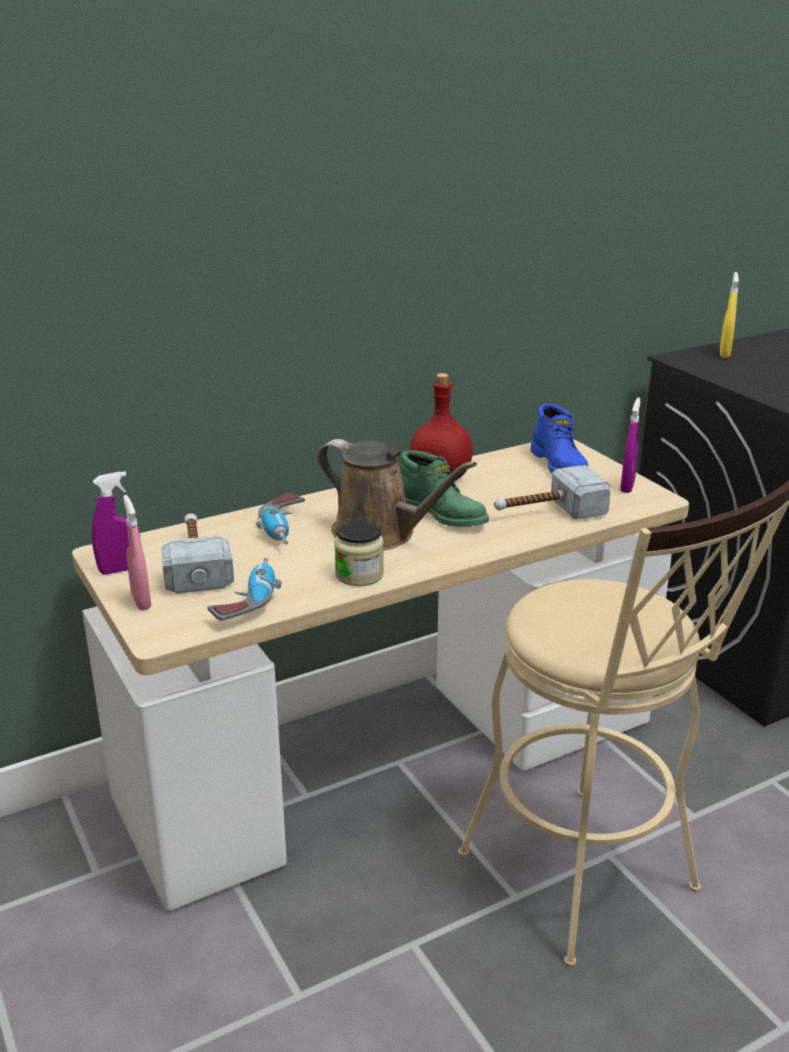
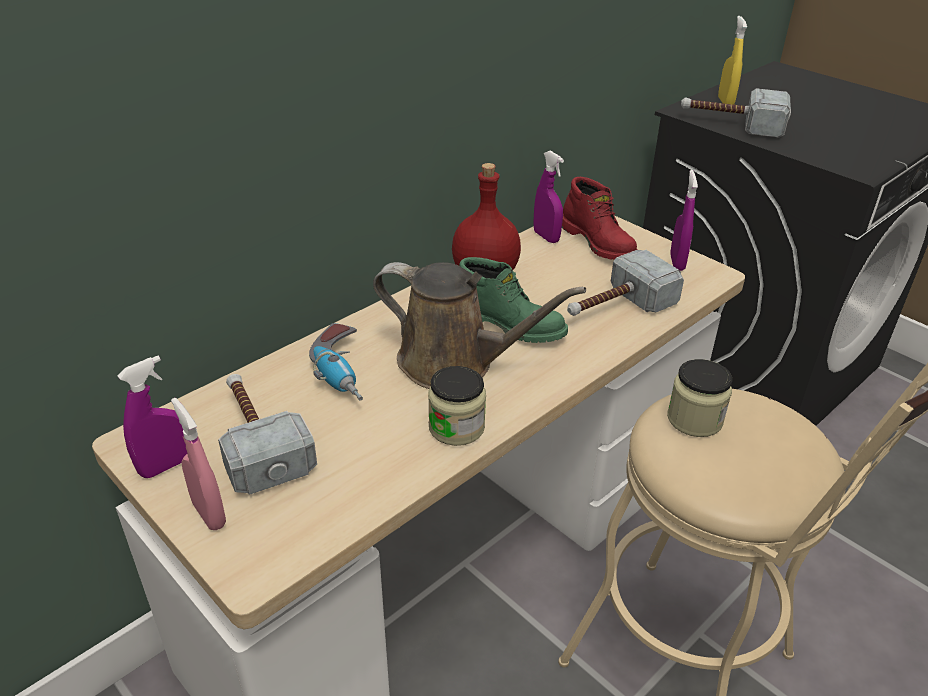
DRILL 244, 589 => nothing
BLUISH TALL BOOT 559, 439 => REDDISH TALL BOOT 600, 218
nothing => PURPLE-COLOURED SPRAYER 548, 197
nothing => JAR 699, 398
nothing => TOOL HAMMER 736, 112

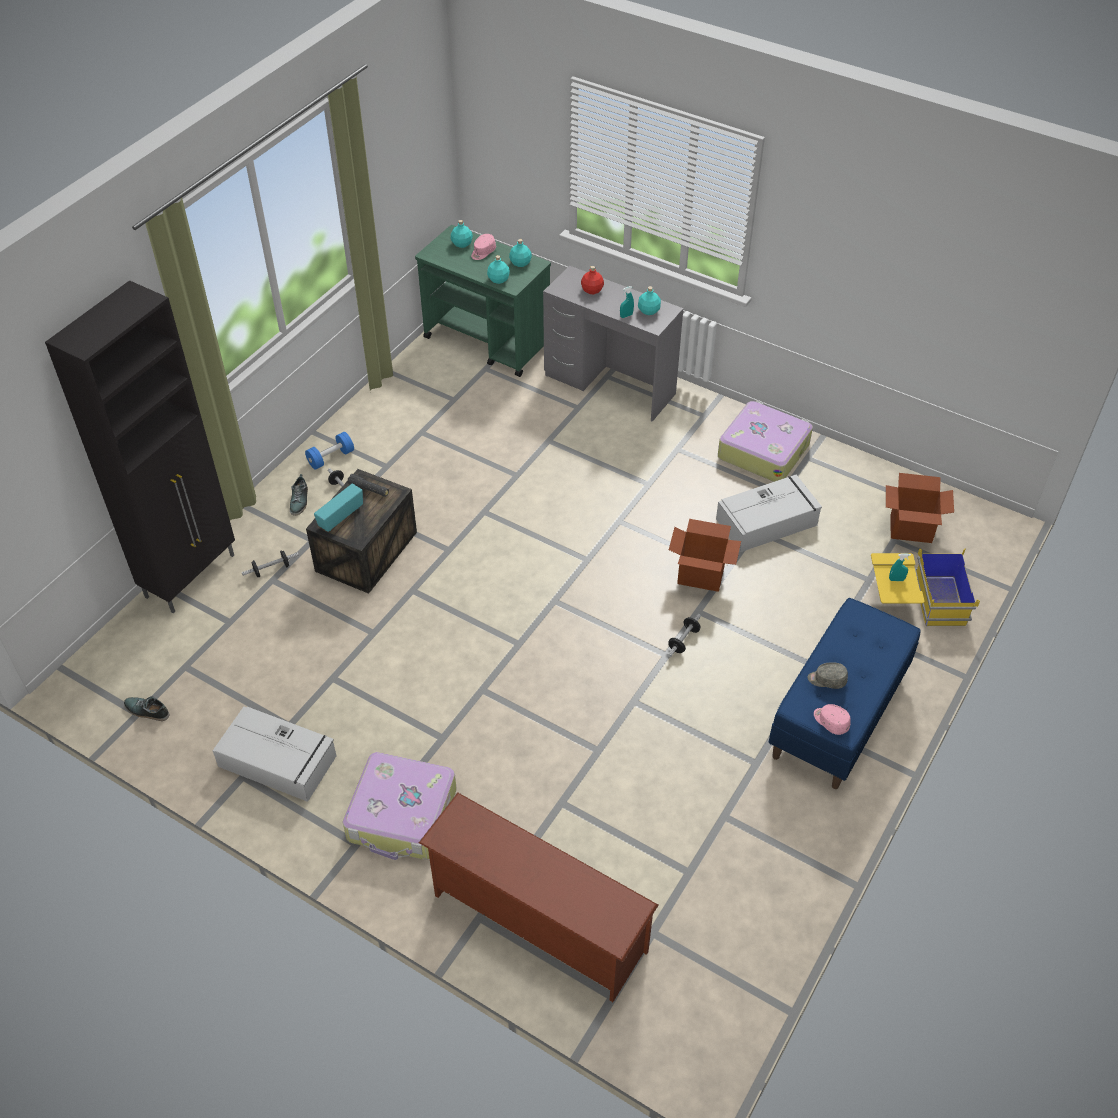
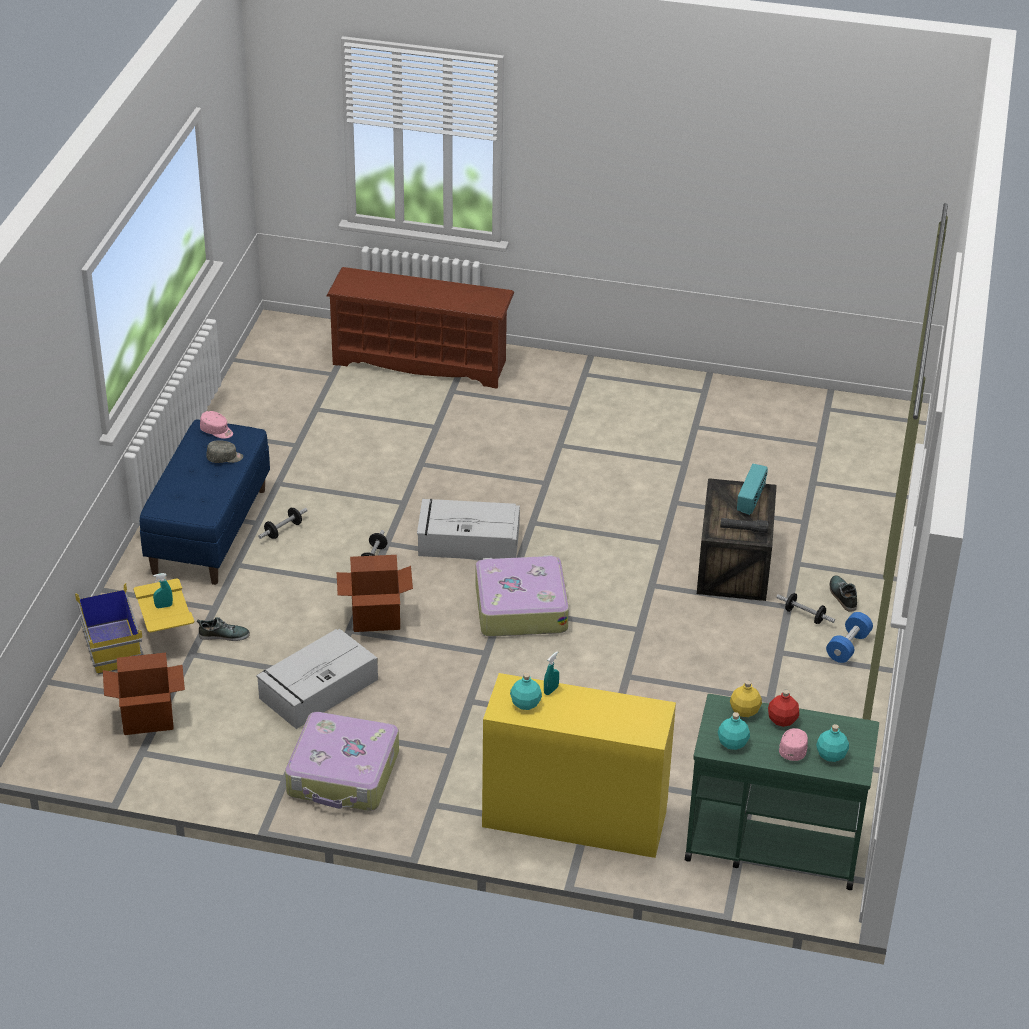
BLACK-COLOURED CUPBOARD 140, 446 => nothing
SHOE 147, 708 => SHOE 223, 629, shifted
GREY STORAGE CONTAINER 274, 754 => GREY STORAGE CONTAINER 468, 529, shifted
DUMBBELL 270, 563 => DUMBBELL 283, 523, shifted
PIECE OF LUGGAGE 400, 806 => PIECE OF LUGGAGE 522, 596, shifted
TURQUOISE DRINK BOTTLE 498, 269 => YELLOW DRINK BOTTLE 746, 698
GREY DESK TABLE 613, 343 => YELLOW DESK TABLE 579, 765
REDDISH DRINK BOTTLE 592, 280 => REDDISH DRINK BOTTLE 783, 708, shifted

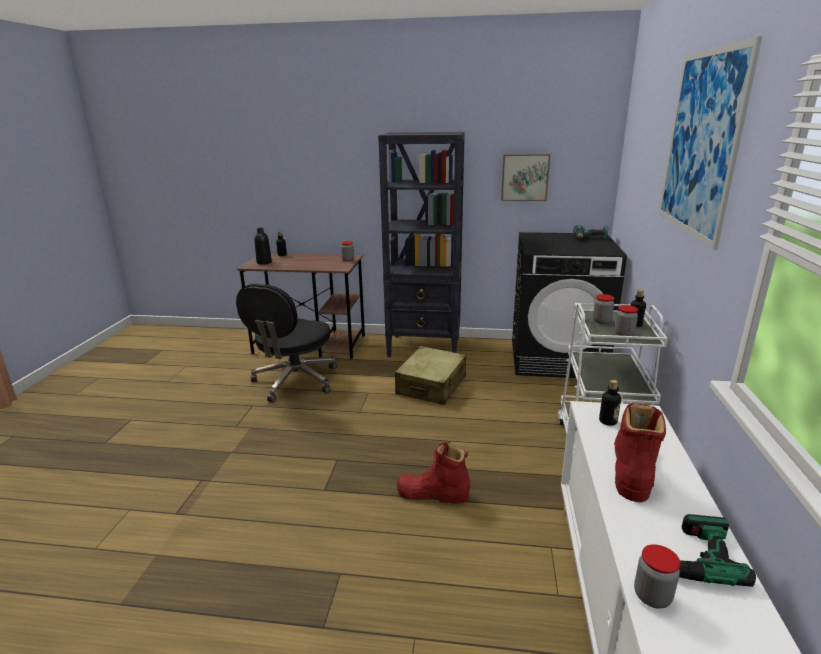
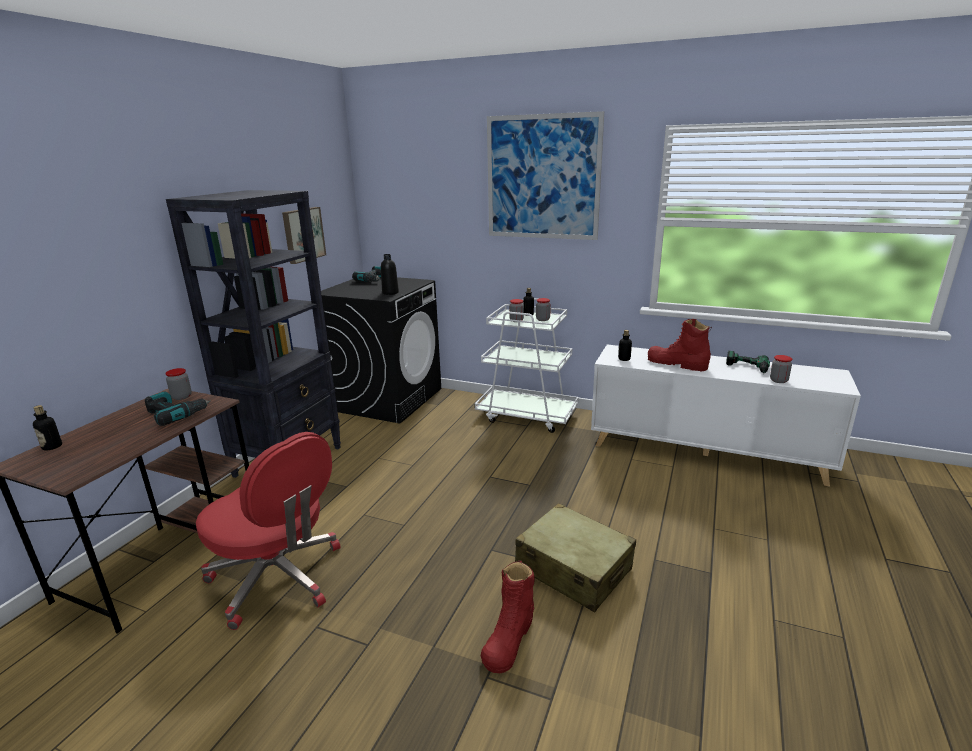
BLACK-COLOURED OFFICE CHAIR 286, 343 => REDDISH OFFICE CHAIR 268, 531
BLACK-COLOURED DRINK BOTTLE 263, 246 => BLACK-COLOURED DRINK BOTTLE 390, 274, shifted
SAND-COLOURED PIECE OF LUGGAGE 430, 375 => SAND-COLOURED PIECE OF LUGGAGE 575, 558, shifted
REDDISH TALL BOOT 433, 473 => REDDISH TALL BOOT 508, 616, shifted
nothing => DRILL 178, 408

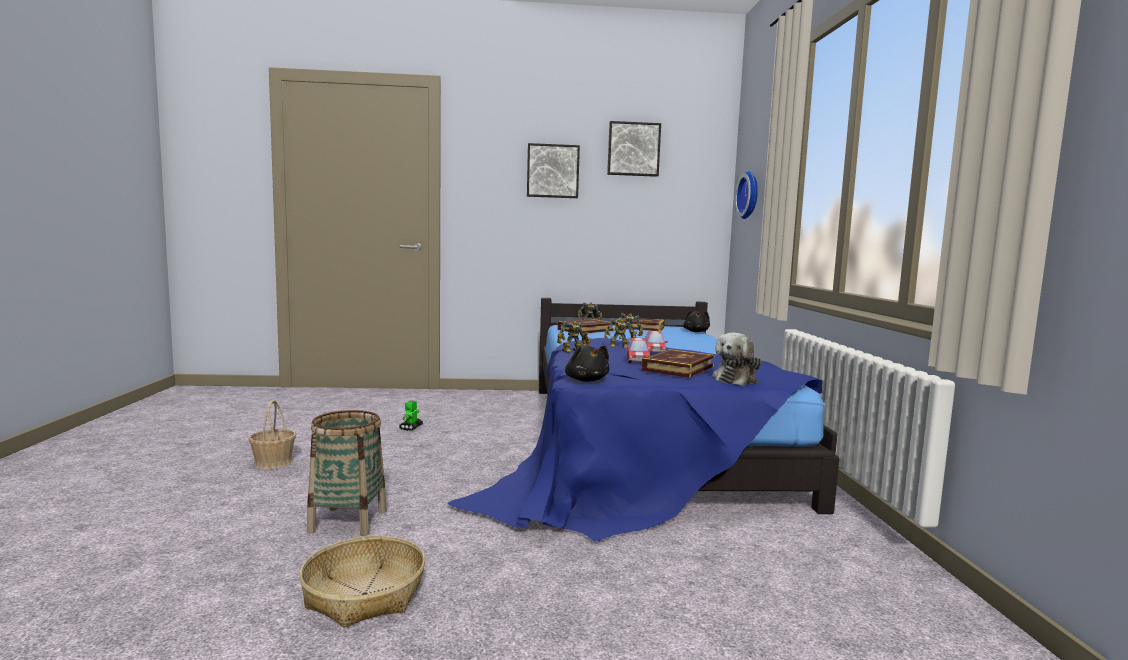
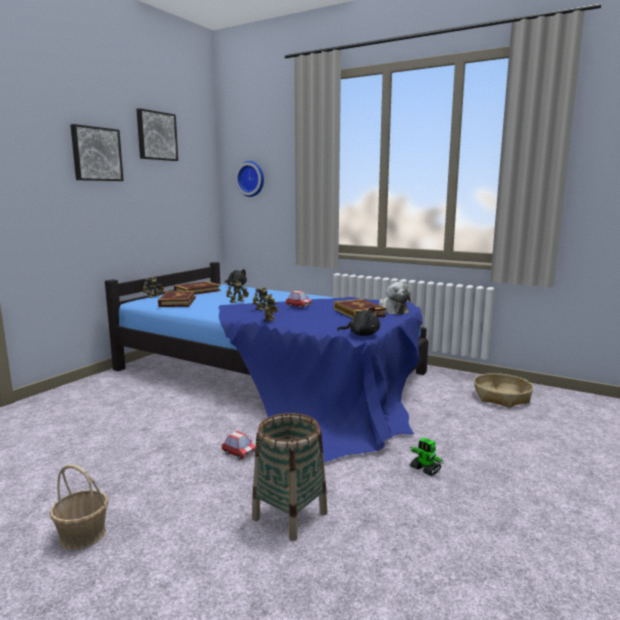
STORAGE BASKET 362, 582 => STORAGE BASKET 504, 390, shifted
MODEL ROBOT 411, 416 => MODEL ROBOT 427, 457, shifted
TOY CAR 639, 350 => TOY CAR 239, 445, shifted

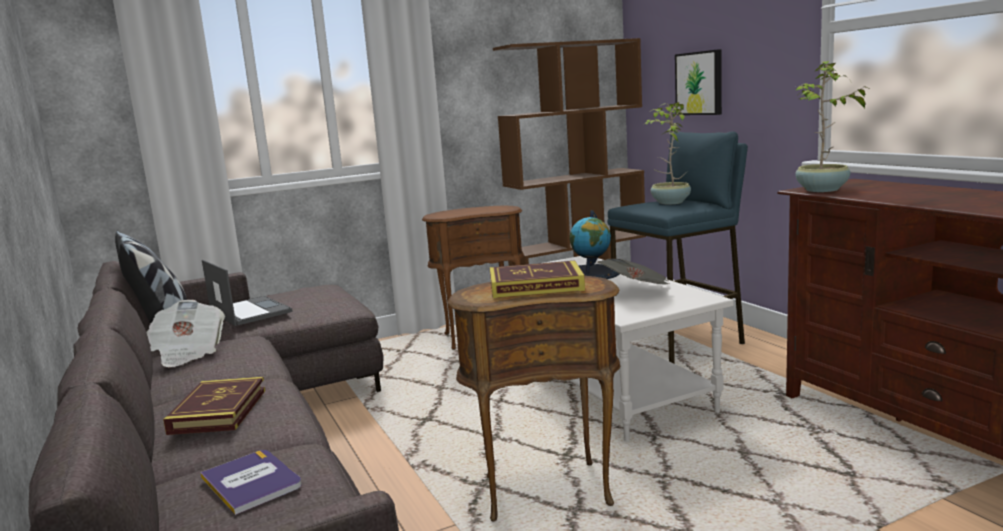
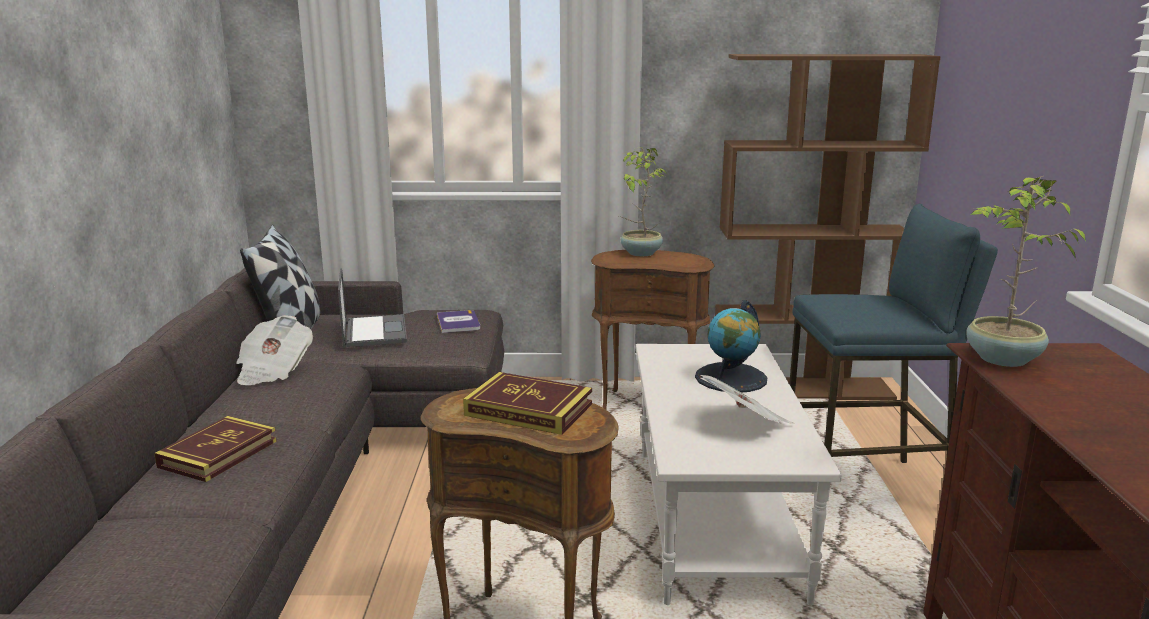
BOUND BOOK 251, 482 => BOUND BOOK 458, 321, shifted
HOUSEPLANT 667, 153 => HOUSEPLANT 643, 201, shifted
WALL ART 698, 82 => nothing

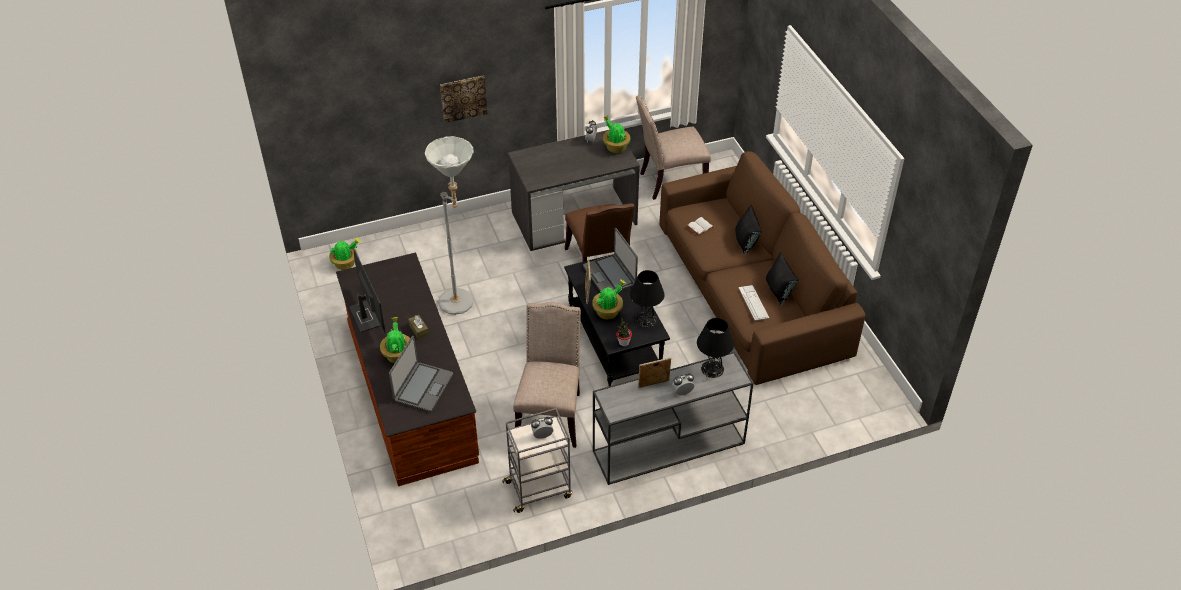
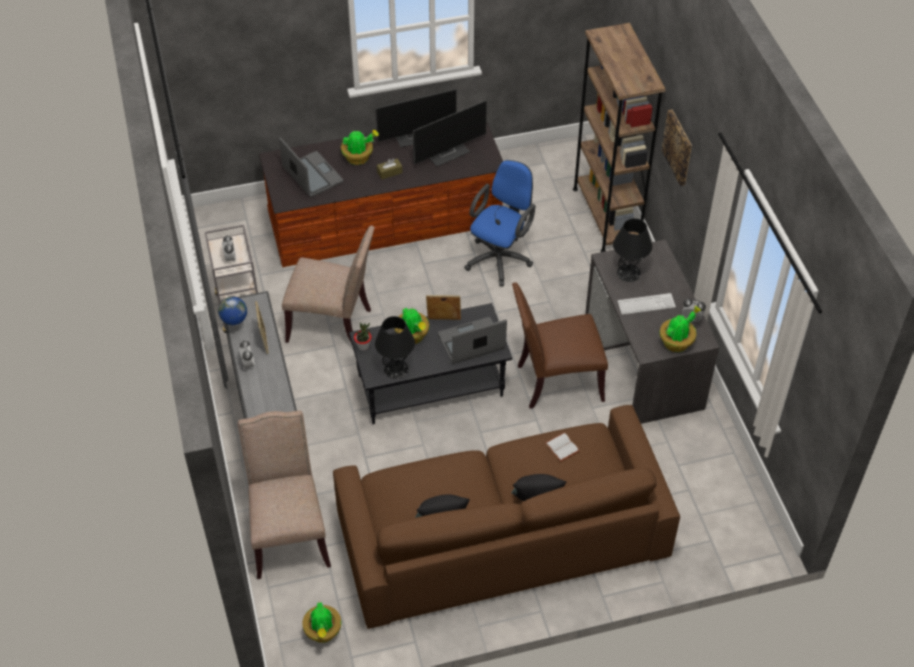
HOUSEPLANT 345, 254 => HOUSEPLANT 321, 622, shifted
NOTEBOOK COMPUTER 421, 374 => NOTEBOOK COMPUTER 311, 167, 150 degrees counterclockwise
GREY STANDING LAMP 449, 225 => BLUISH OFFICE CHAIR 499, 223
SAND-COLOURED UPRIGHT CHAIR 673, 148 => SAND-COLOURED UPRIGHT CHAIR 284, 494, shifted
BLACK-COLOURED TABLE LAMP 715, 348 => BLACK-COLOURED TABLE LAMP 632, 250, shifted
PC KEYBOARD 754, 303 => PC KEYBOARD 646, 304, shifted
nothing => WORLD GLOBE 232, 313
nothing => MONITOR 450, 133
nothing => BROWNISH BOOKCASE 619, 137

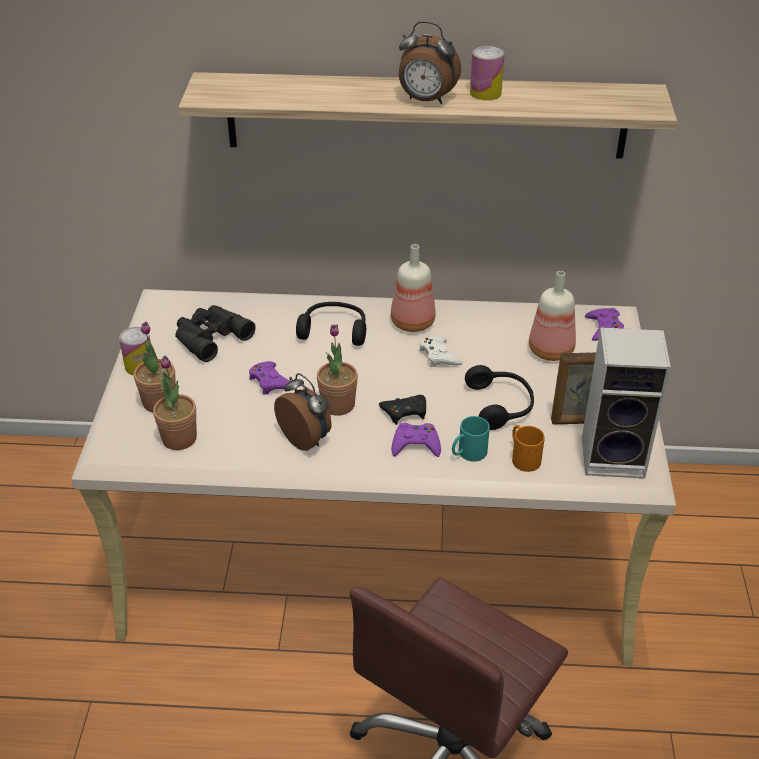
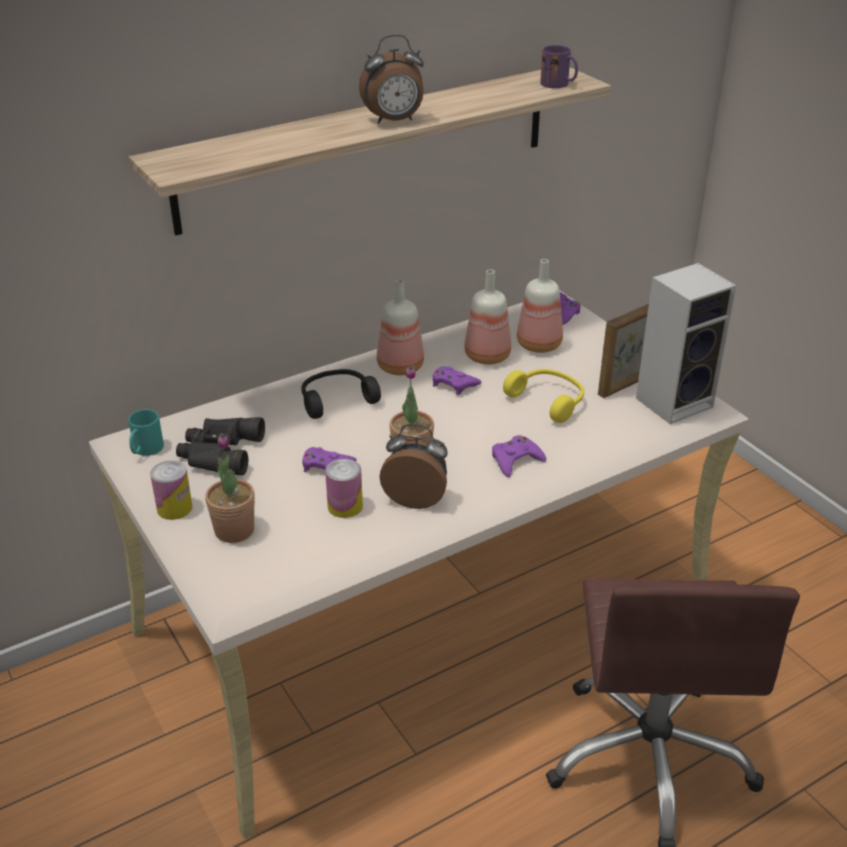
HOUSEPLANT 175, 403 => nothing
BLACK-COLOURED JOYPAD 402, 410 => nothing
WHITE-COLOURED JOYPAD 441, 351 => PURPLE-COLOURED JOYPAD 456, 380
TURQUOISE MUG 471, 438 => TURQUOISE MUG 146, 432, shifted
BLACK-COLOURED PAIR OF HEADPHONES 499, 397 => YELLOW PAIR OF HEADPHONES 543, 396
CAN 487, 73 => CAN 344, 488, shifted
ORANGE-COLOURED MUG 528, 448 => nothing
nothing => DRINK BOTTLE 487, 316
nothing => PURPLE-COLOURED MUG 559, 66

